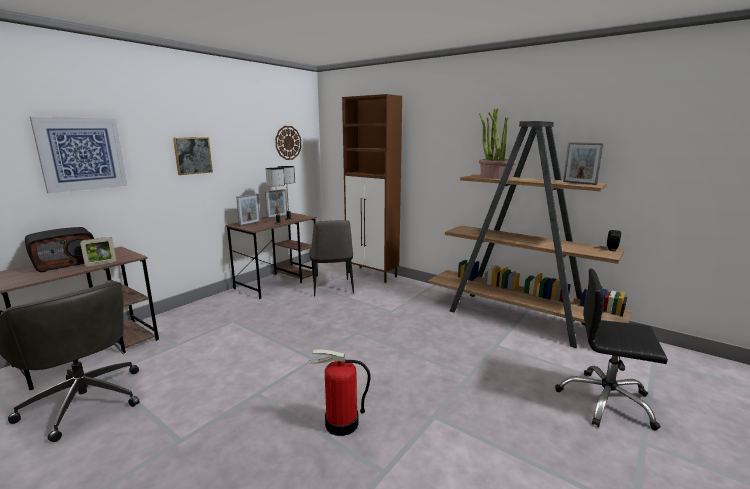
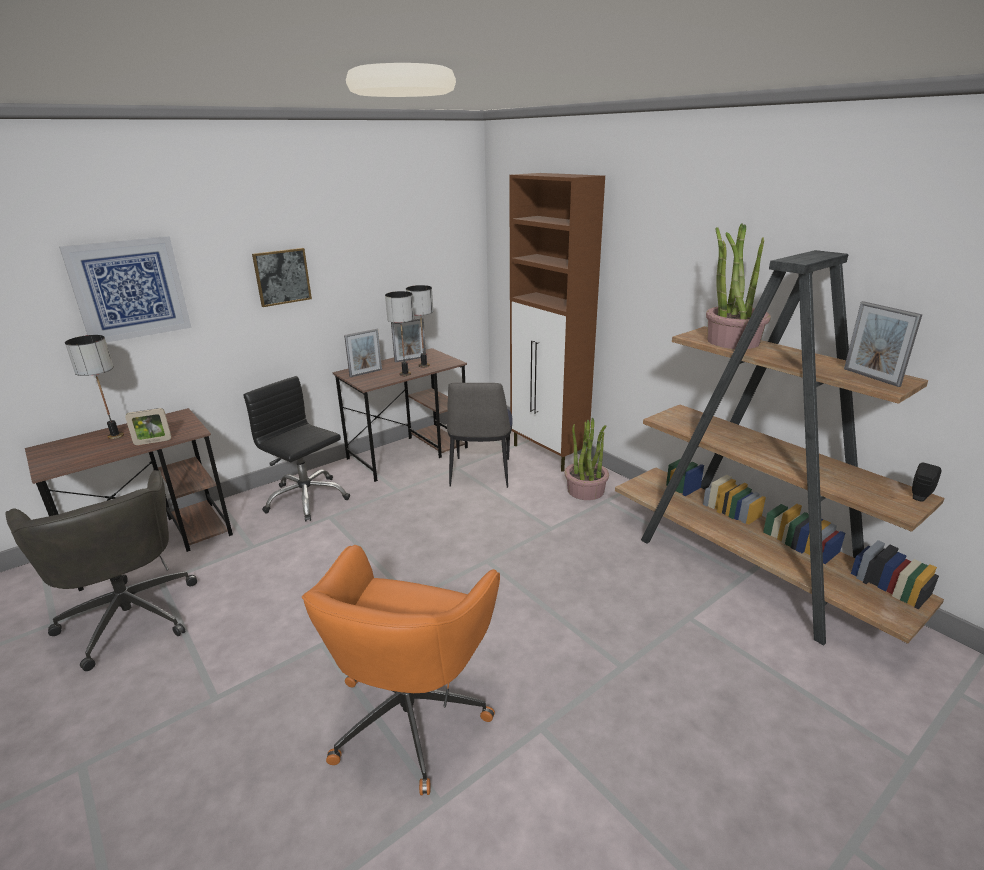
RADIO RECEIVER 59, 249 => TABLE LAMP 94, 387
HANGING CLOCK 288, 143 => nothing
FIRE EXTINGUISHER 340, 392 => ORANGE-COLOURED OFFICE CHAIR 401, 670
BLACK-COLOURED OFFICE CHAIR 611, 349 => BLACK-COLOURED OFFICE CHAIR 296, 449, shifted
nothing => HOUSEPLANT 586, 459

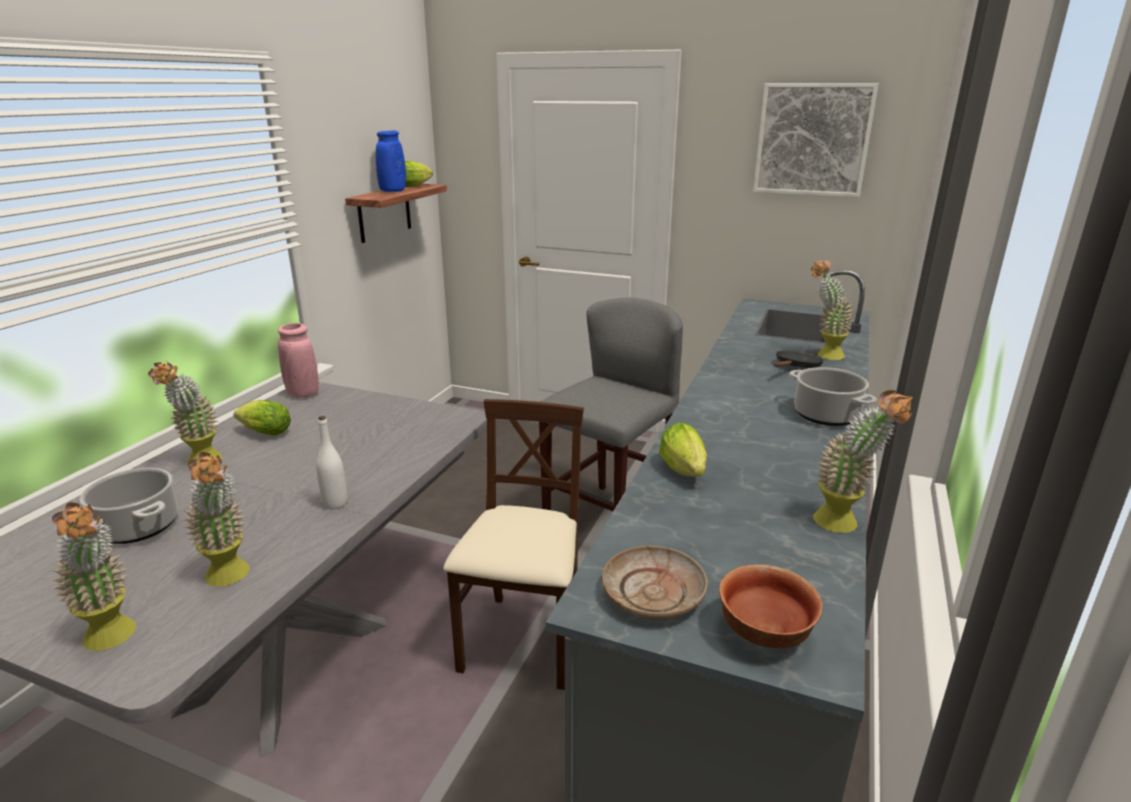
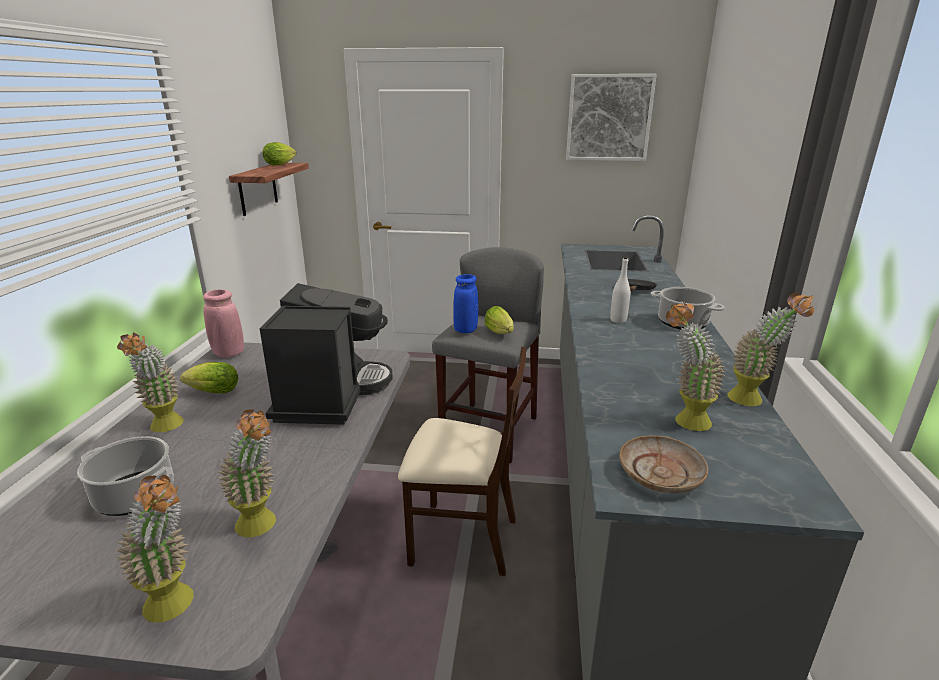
WHITE-COLOURED DRINK BOTTLE 331, 463 => WHITE-COLOURED DRINK BOTTLE 620, 290, shifted
BLUISH DECORATIVE VASE 391, 161 => BLUISH DECORATIVE VASE 466, 303, shifted
SAND-COLOURED UPRIGHT CHAIR 513, 544 => SAND-COLOURED UPRIGHT CHAIR 462, 461, 105 degrees clockwise
LETTUCE 683, 450 => LETTUCE 499, 320, shifted
SERVING BOWL 771, 606 => nothing
HOUSEPLANT 832, 310 => HOUSEPLANT 696, 366, shifted
nothing => COFFEE BREWER 326, 354

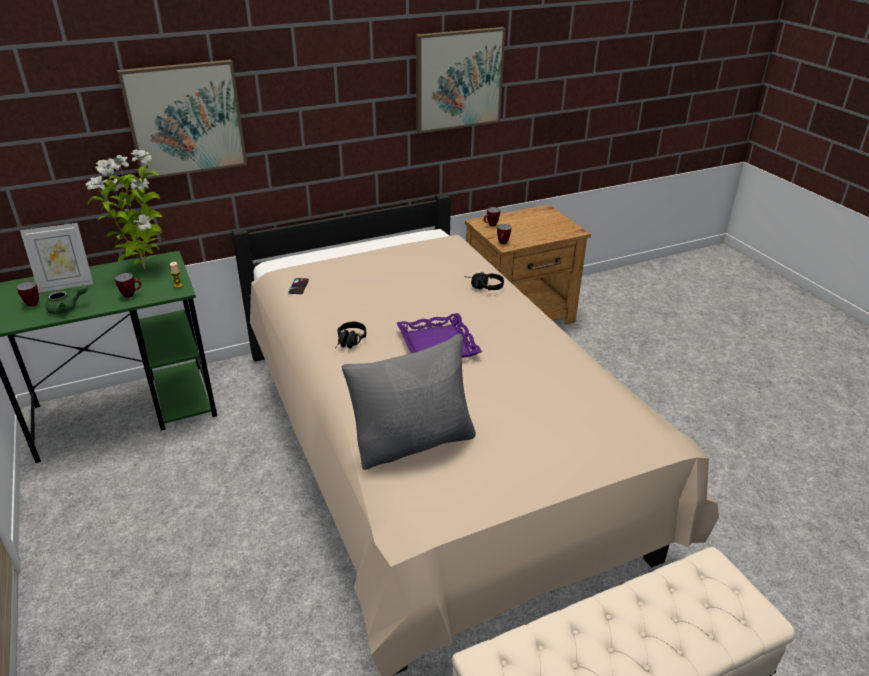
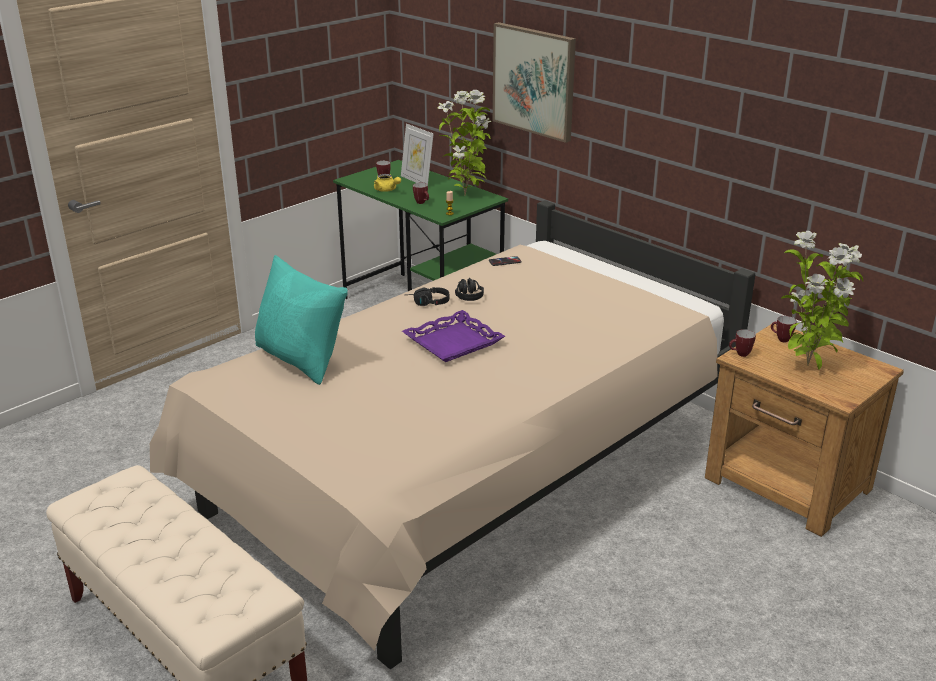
GREEN-COLOURED TEA POT 67, 299 => YELLOW TEA POT 387, 183
GREY PILLOW 409, 401 => TURQUOISE PILLOW 301, 320
WALL ART 461, 80 => nothing
BLACK-COLOURED PAIR OF HEADPHONES 484, 281 => BLACK-COLOURED PAIR OF HEADPHONES 469, 289, shifted
nothing => HOUSEPLANT 822, 300

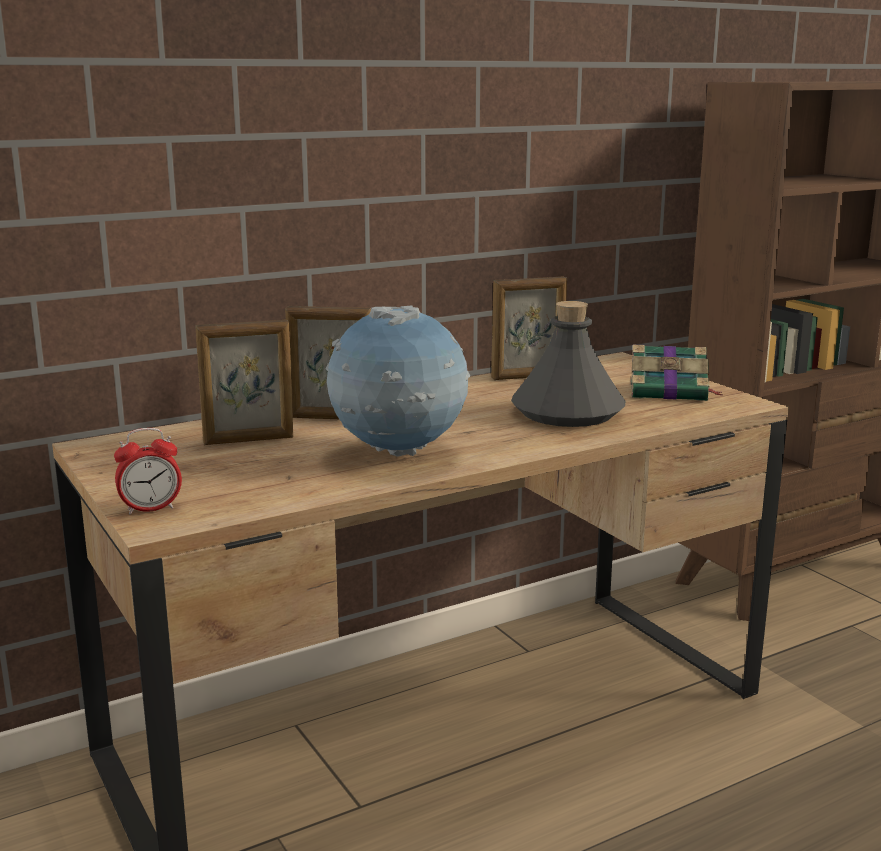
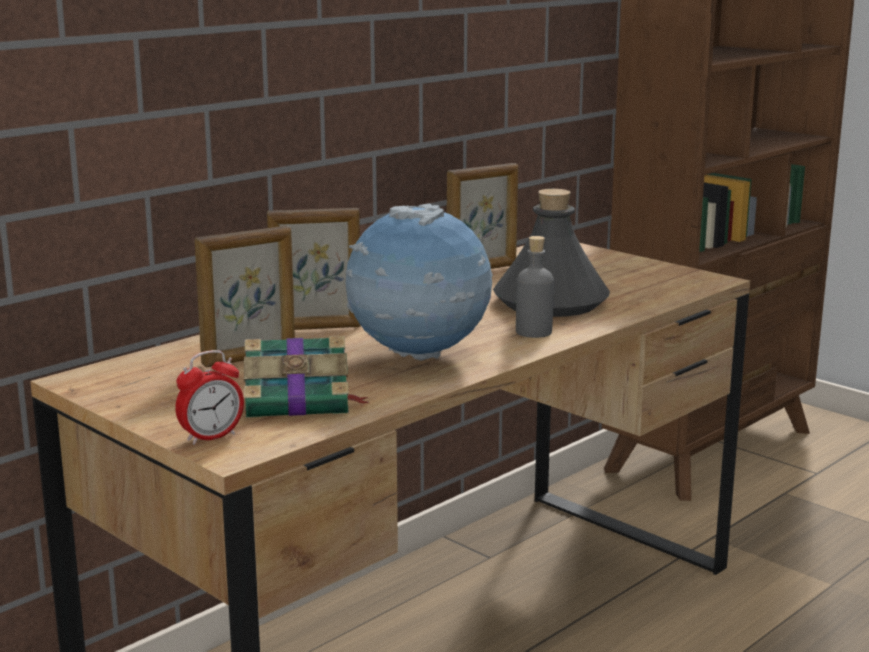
BOUND BOOK 676, 373 => BOUND BOOK 306, 377, shifted
nothing => GREY DRINK BOTTLE 535, 287

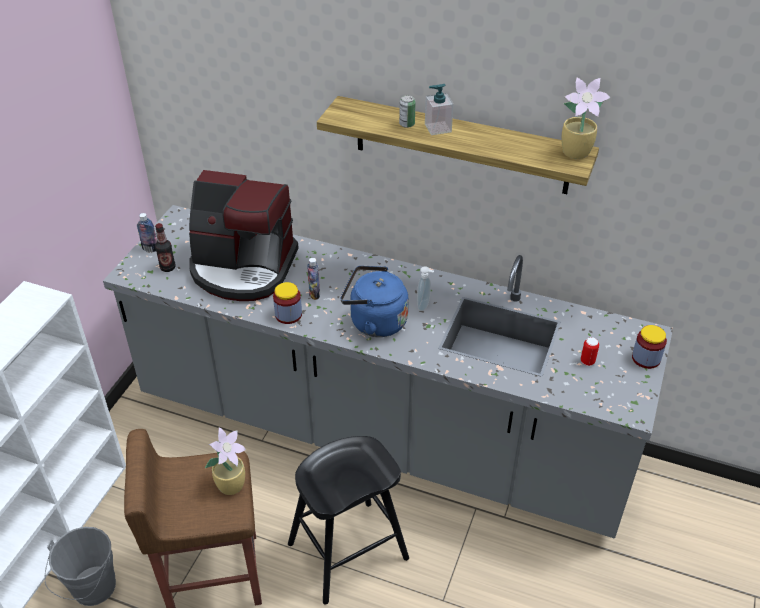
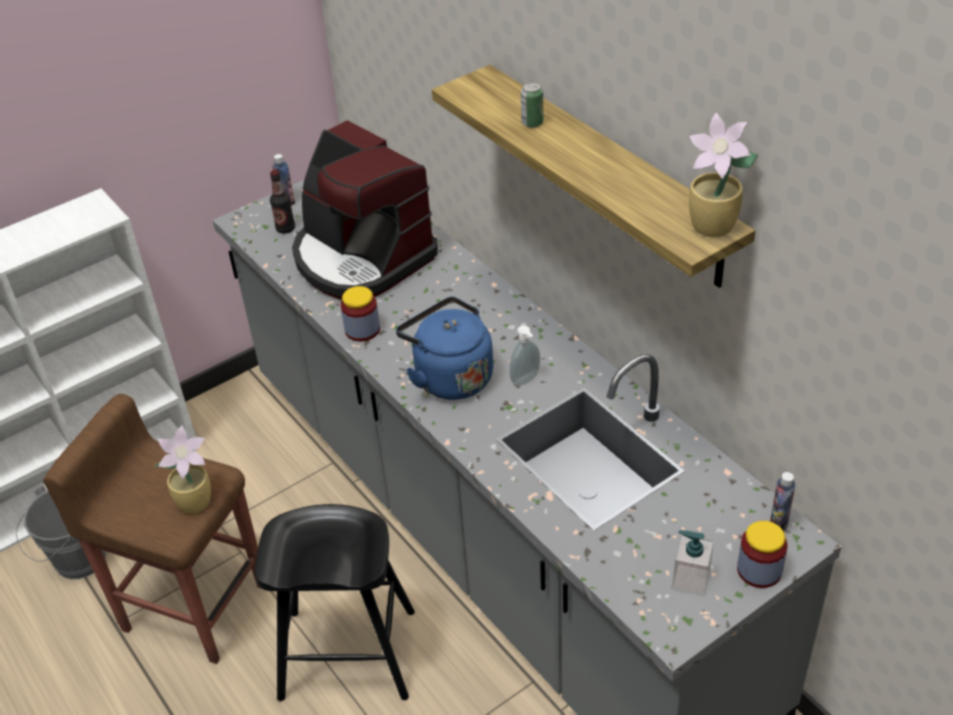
DRINK BOTTLE 313, 279 => DRINK BOTTLE 782, 502, shifted
SOAP BOTTLE 439, 109 => SOAP BOTTLE 693, 563, shifted
CAN 590, 351 => nothing

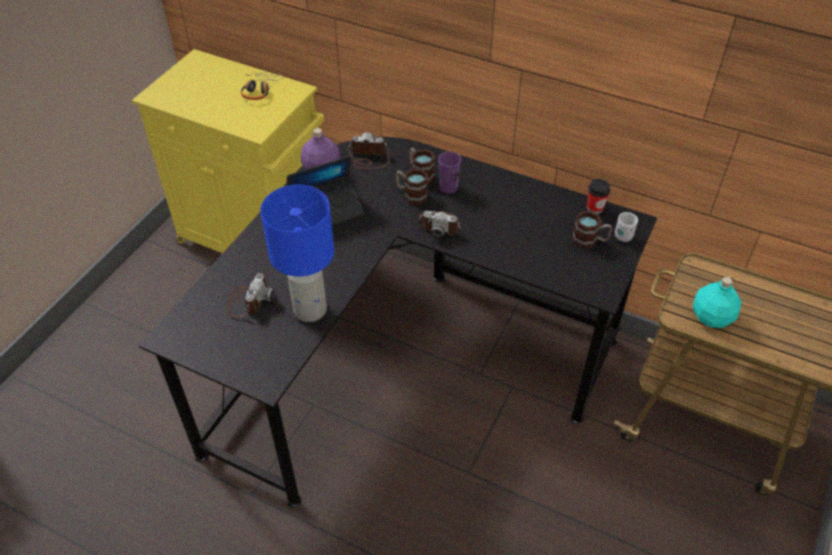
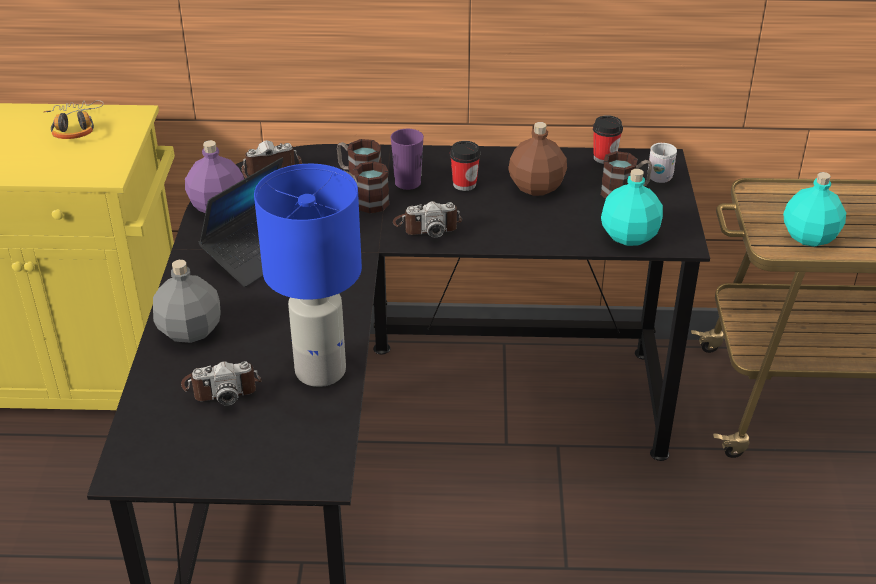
PHOTO CAMERA 251, 295 => PHOTO CAMERA 221, 383, 90 degrees clockwise
nothing => GREY DRINK BOTTLE 187, 301
nothing => DRINKING CUP 465, 166
nothing => BROWNISH DRINK BOTTLE 537, 159
nothing => TURQUOISE DRINK BOTTLE 632, 207

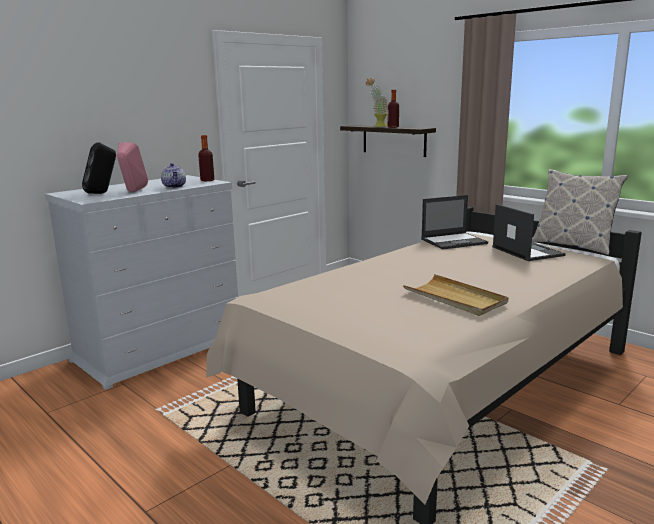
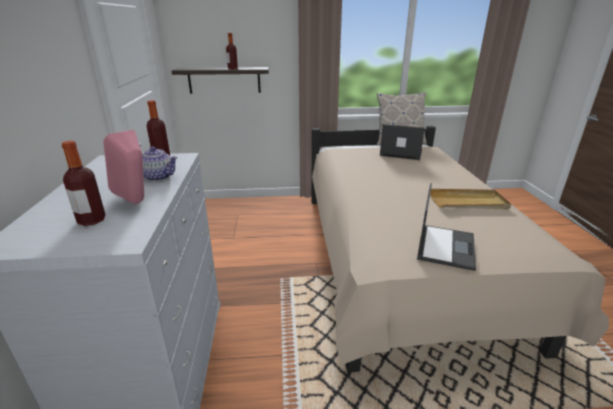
BLACK-COLOURED LOUDSPEAKER 99, 168 => DRINK BOTTLE 84, 183
HOUSEPLANT 377, 102 => nothing
NOTEBOOK COMPUTER 454, 222 => NOTEBOOK COMPUTER 446, 227, shifted

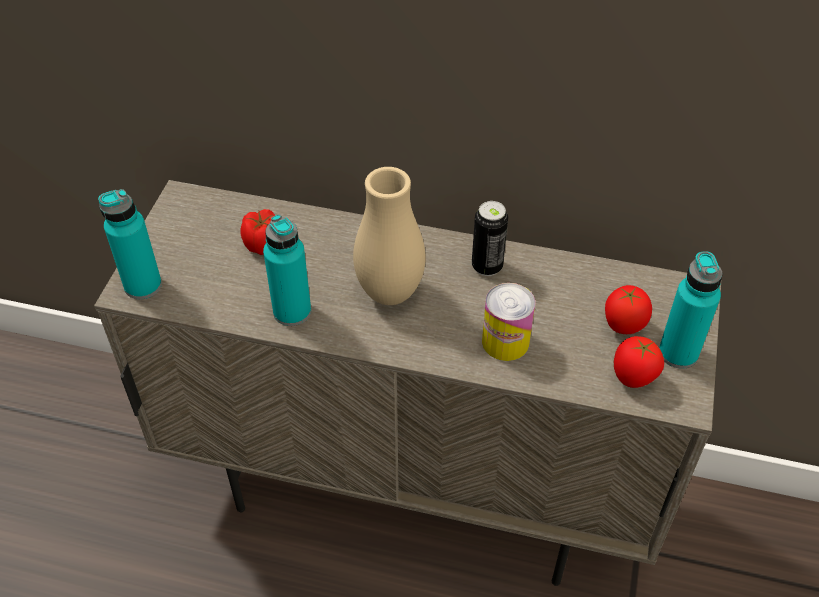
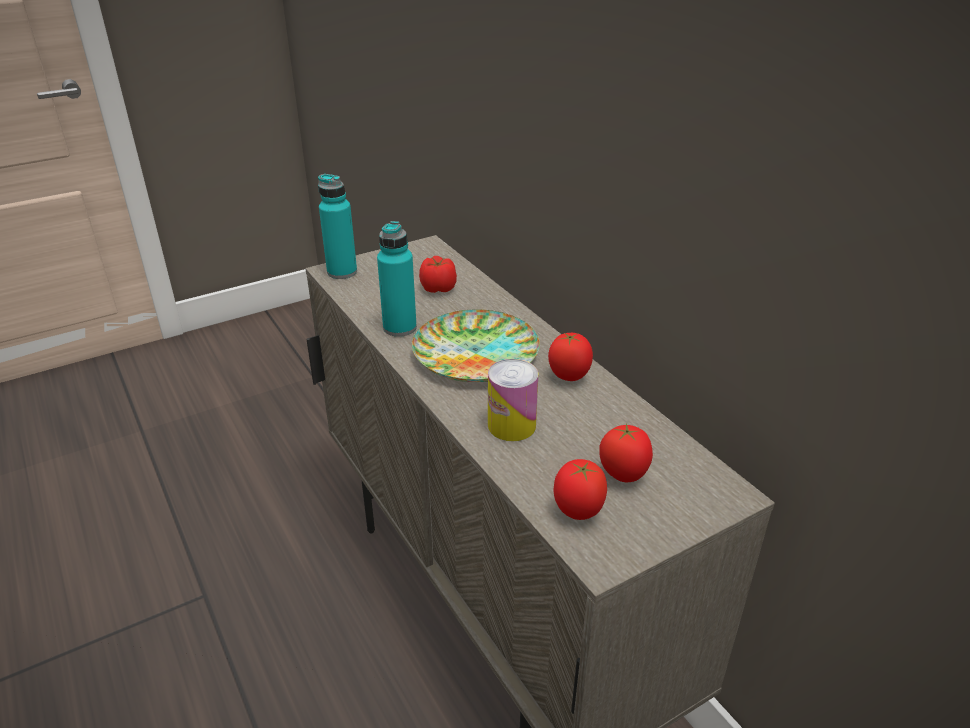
SAND-COLOURED DECORATIVE VASE 389, 236 => DINNER PLATE 476, 345
CAN 490, 238 => TOMATO 570, 356
TURQUOISE DRINK BOTTLE 690, 310 => nothing

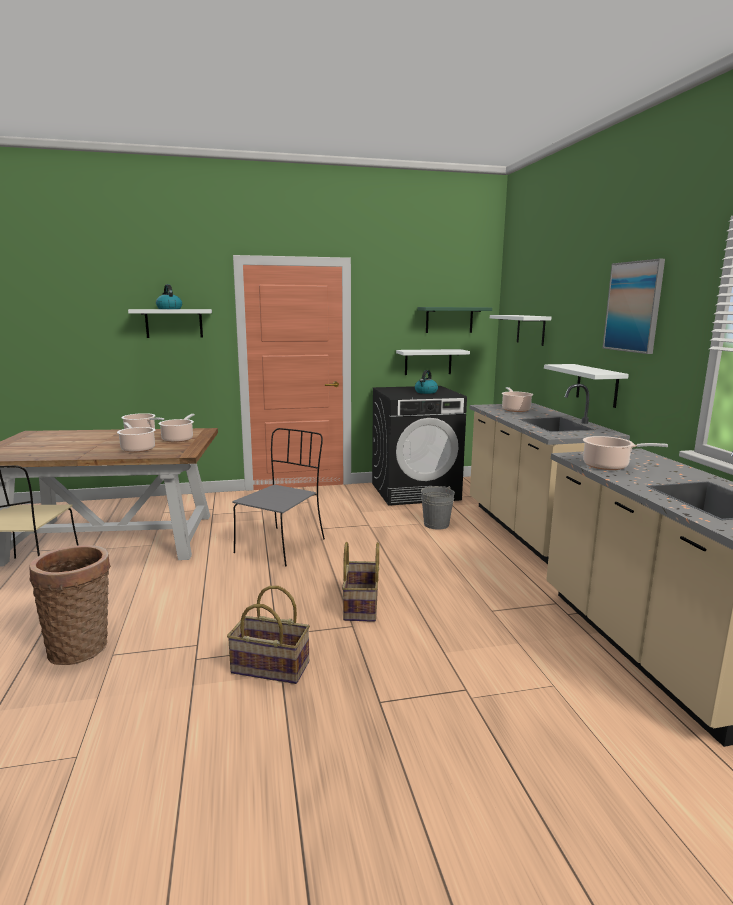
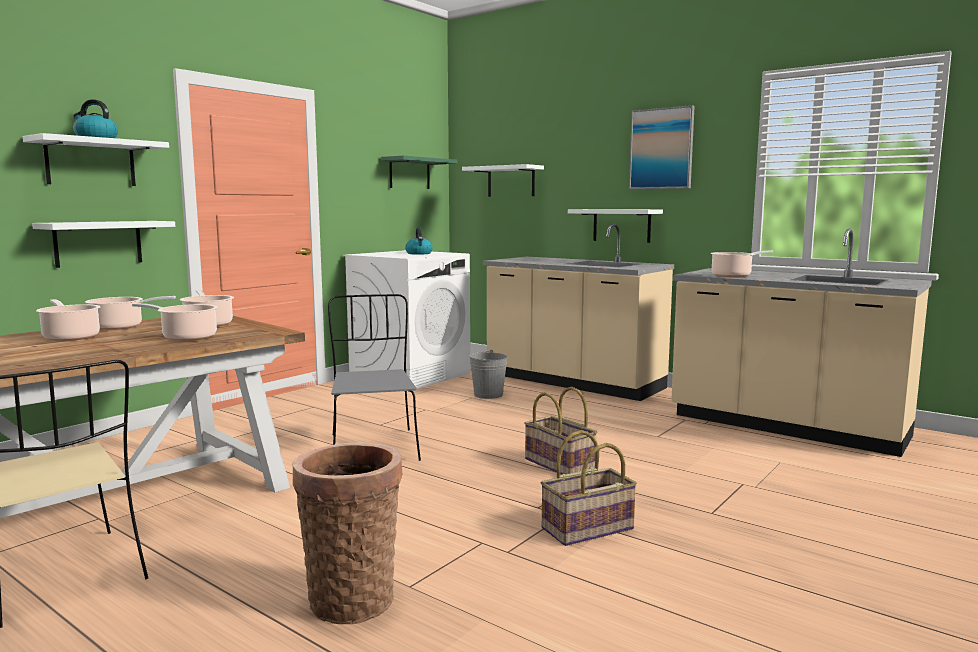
BLACK-COLOURED WASHING MACHINE 419, 446 => WHITE-COLOURED WASHING MACHINE 406, 319
WHITE-COLOURED SHELF 433, 362 => WHITE-COLOURED SHELF 103, 244, shifted
STOCKPOT 517, 399 => STOCKPOT 68, 320, shifted

